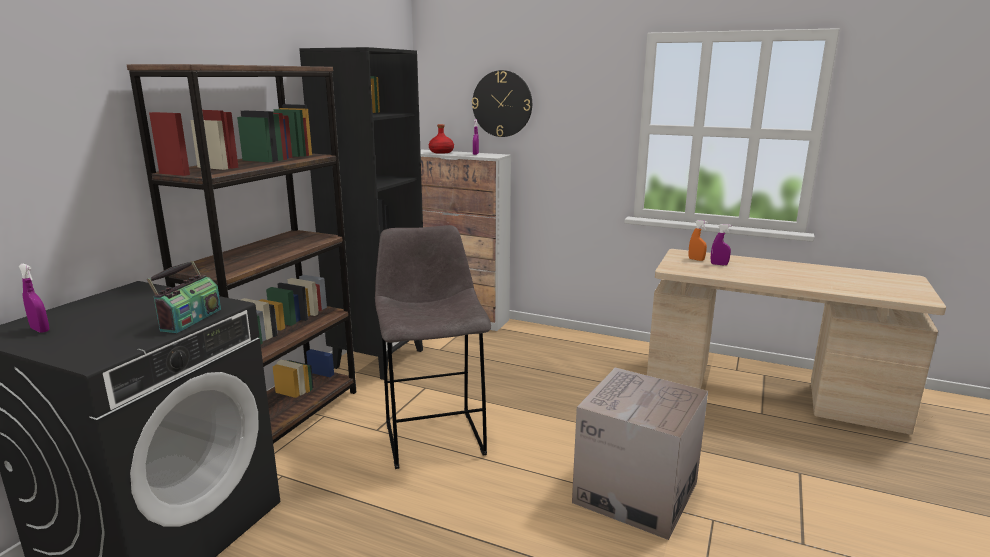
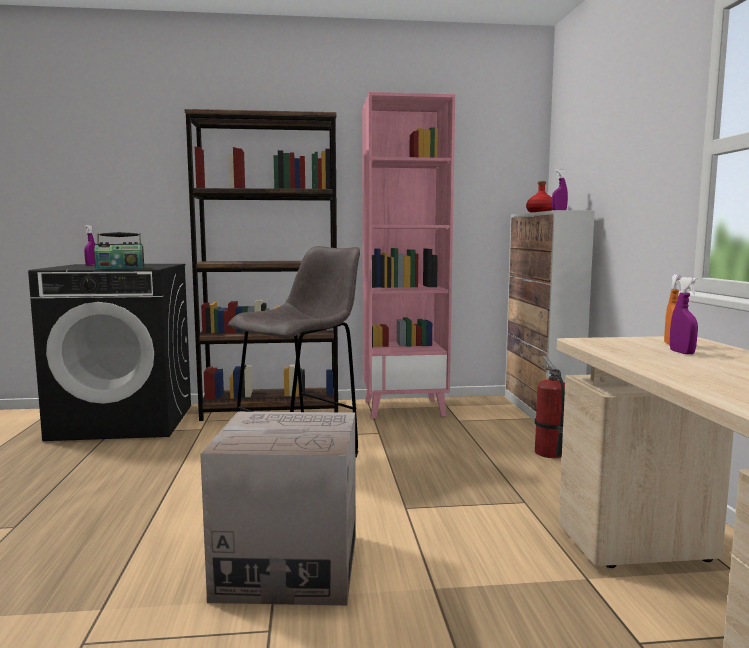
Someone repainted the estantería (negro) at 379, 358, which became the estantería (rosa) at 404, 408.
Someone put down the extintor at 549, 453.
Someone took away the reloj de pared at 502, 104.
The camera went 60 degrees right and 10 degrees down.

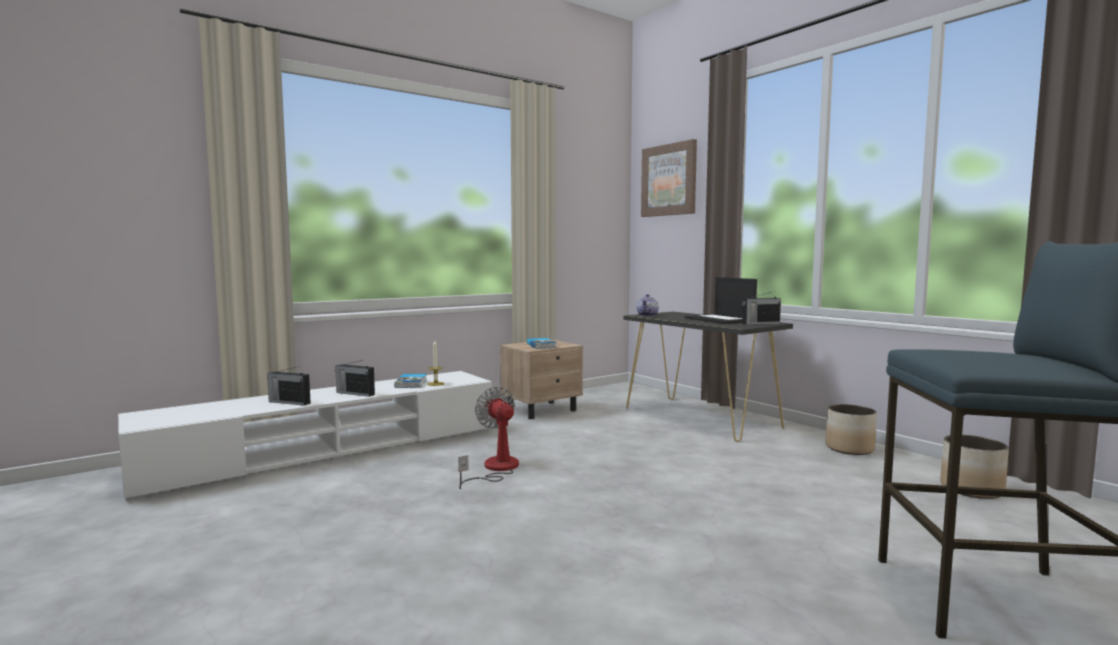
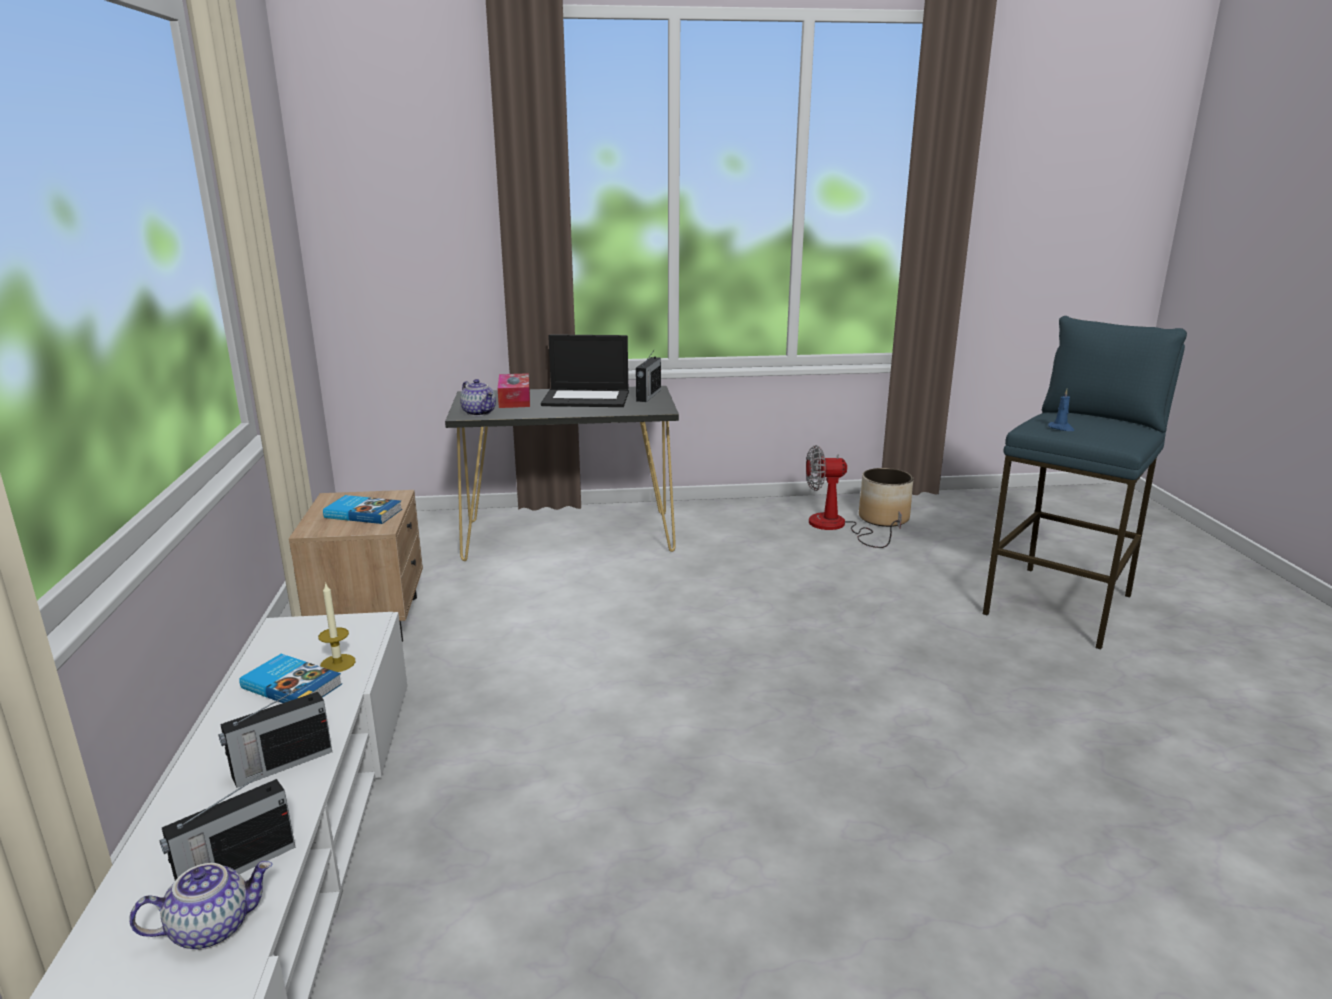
Someone put down the tetera at 212, 927.
Someone put down the caja de pañuelos at 514, 399.
Someone carried the ventilador from 495, 469 to 837, 527.
Someone put down the vela (azul) at 1061, 428.
Someone took away the cuadro at 669, 180.
Someone took away the maceta at 849, 448.
The camera went 60 degrees left and 15 degrees up.

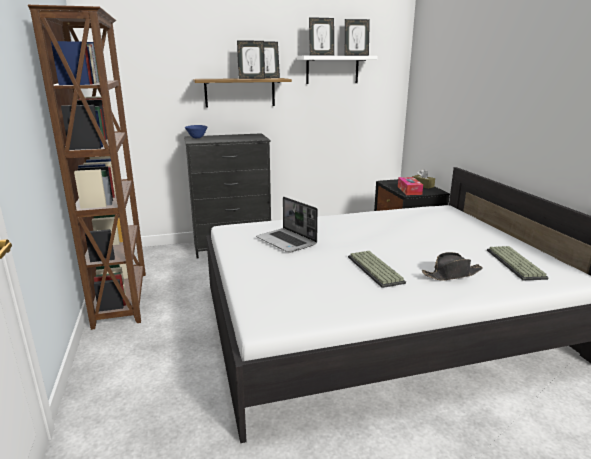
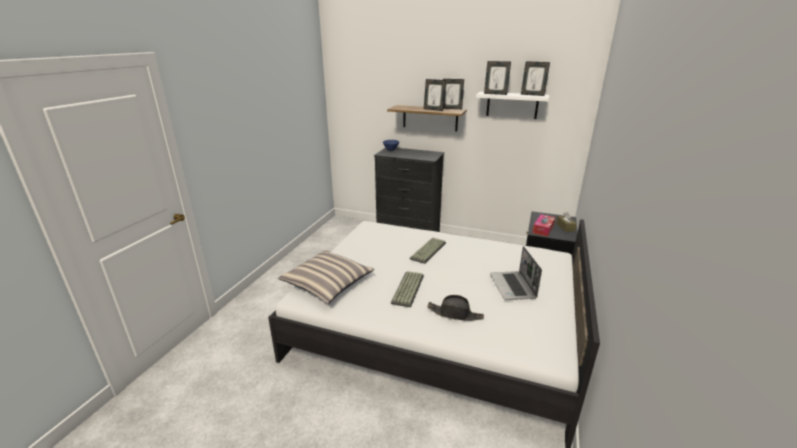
Someone put down the cojín at 327, 283.
Someone carried the teclado from 516, 264 to 428, 251.
Someone carried the portátil from 287, 241 to 513, 287.
Someone took away the estantería (marrón) at 122, 298.
The camera went 35 degrees right and 5 degrees up.

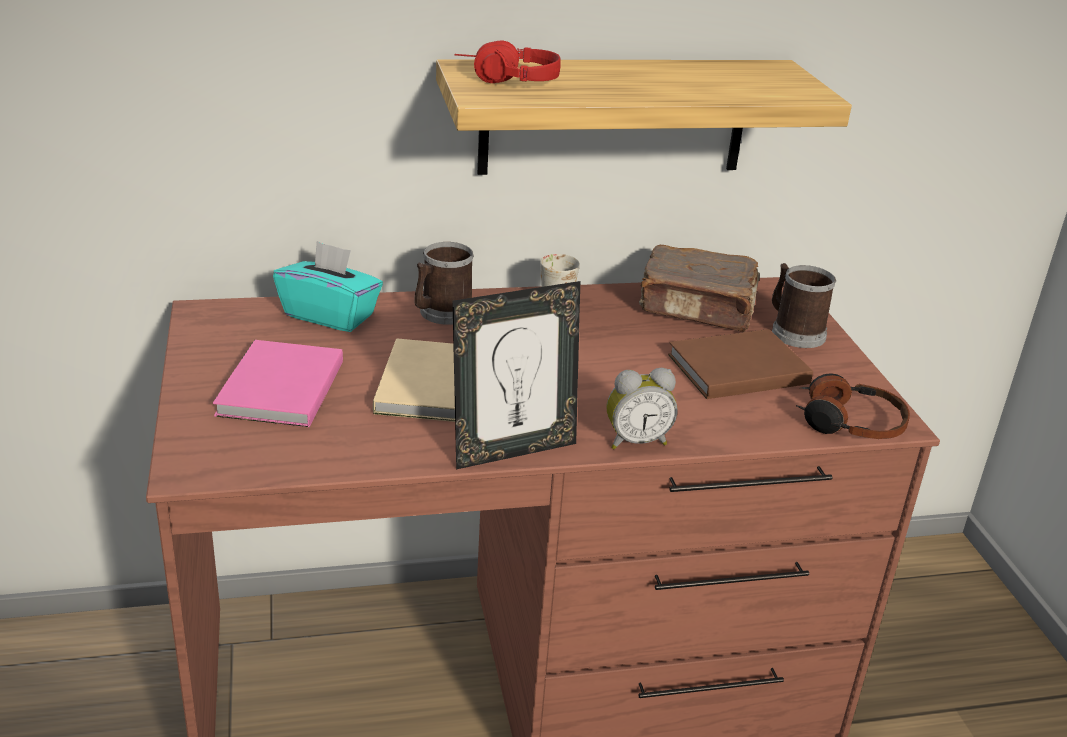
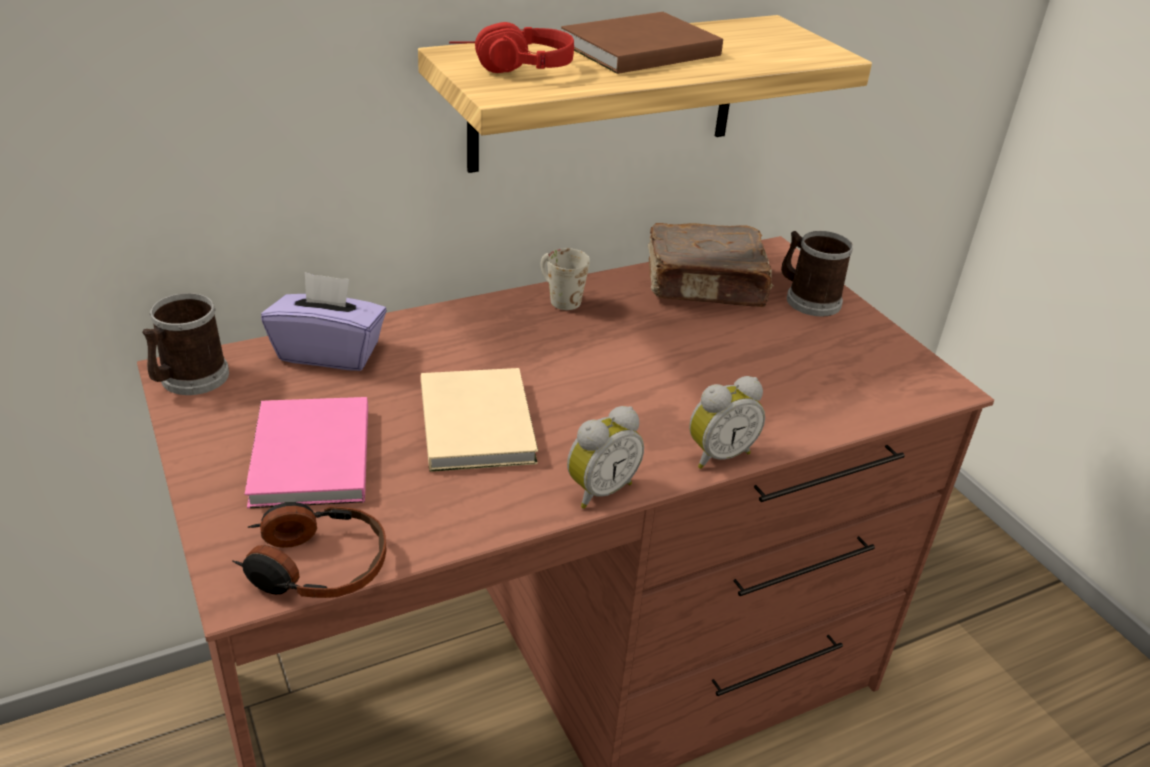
Someone carried the taza grande from 441, 313 to 188, 379.
Someone carried the auriculares from 849, 423 to 314, 566.
Someone repainted the caja de pañuelos (turquesa) at 330, 315, which became the caja de pañuelos (morado) at 329, 352.
Someone carried the libro (marrón) from 734, 368 to 636, 49.
Someone swapped the portarretratos at 513, 450 for the despertador at 599, 489.
The camera went 15 degrees left and 5 degrees up.

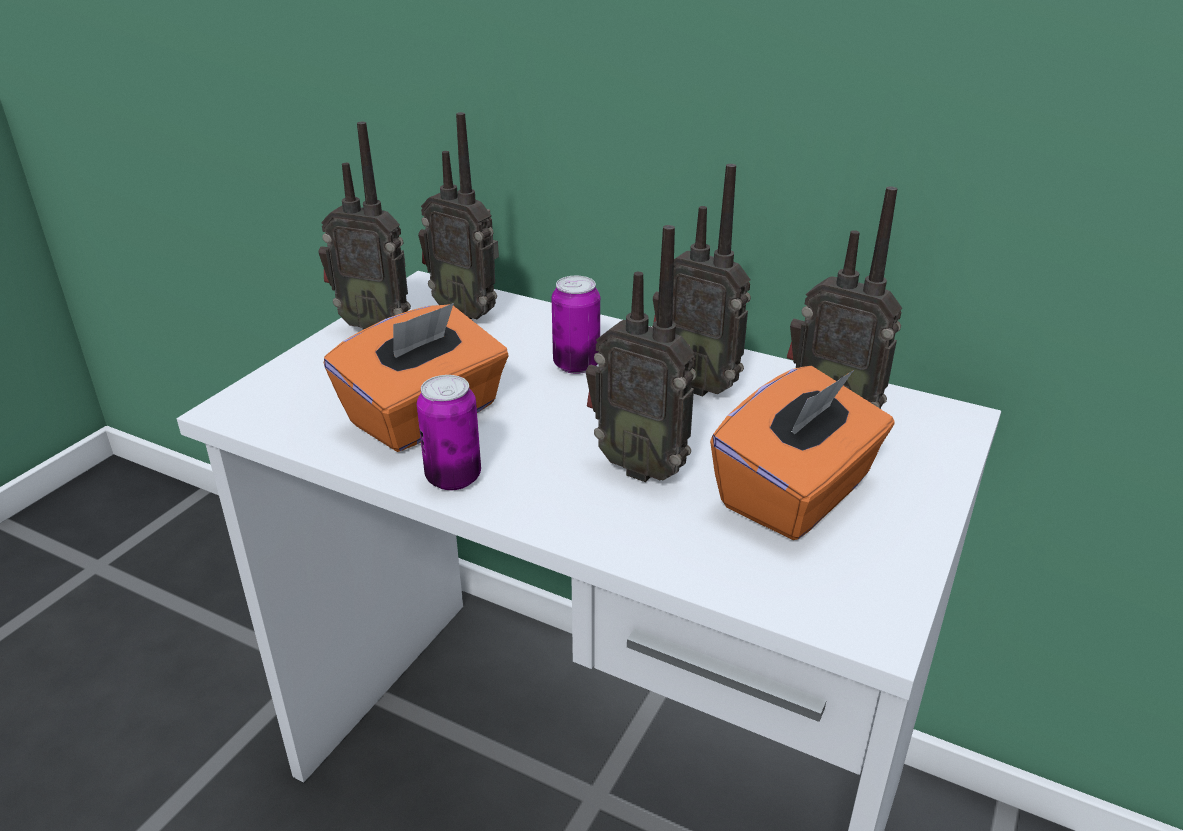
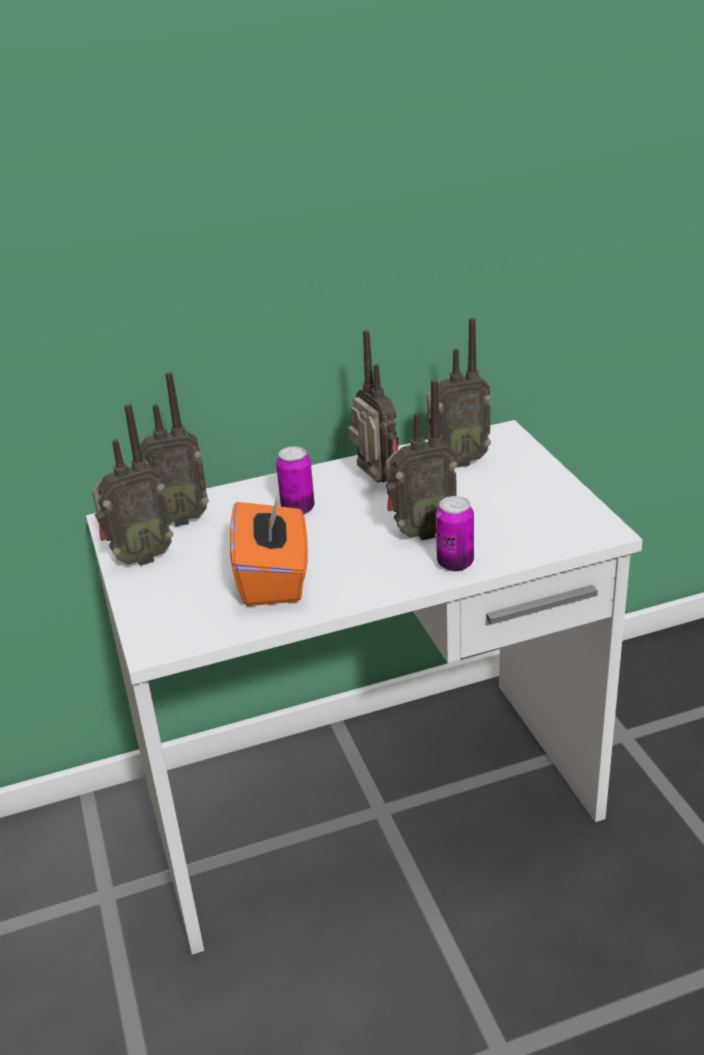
Someone rotated the radio at 698, 384 by 105 degrees counterclockwise.
Someone carried the lata from 453, 478 to 455, 563.
Someone took away the caja de pañuelos (naranja) at 797, 494.
The camera went 45 degrees left and 0 degrees up.

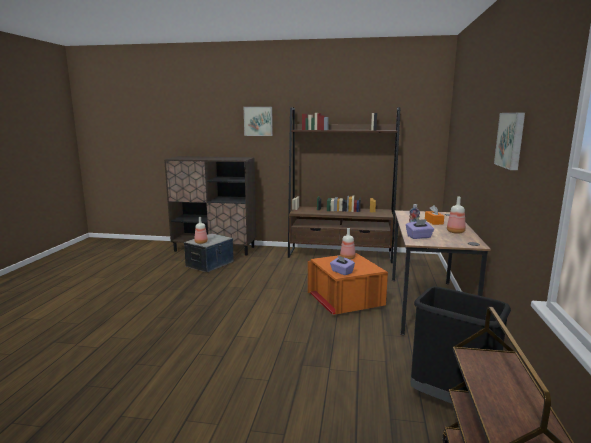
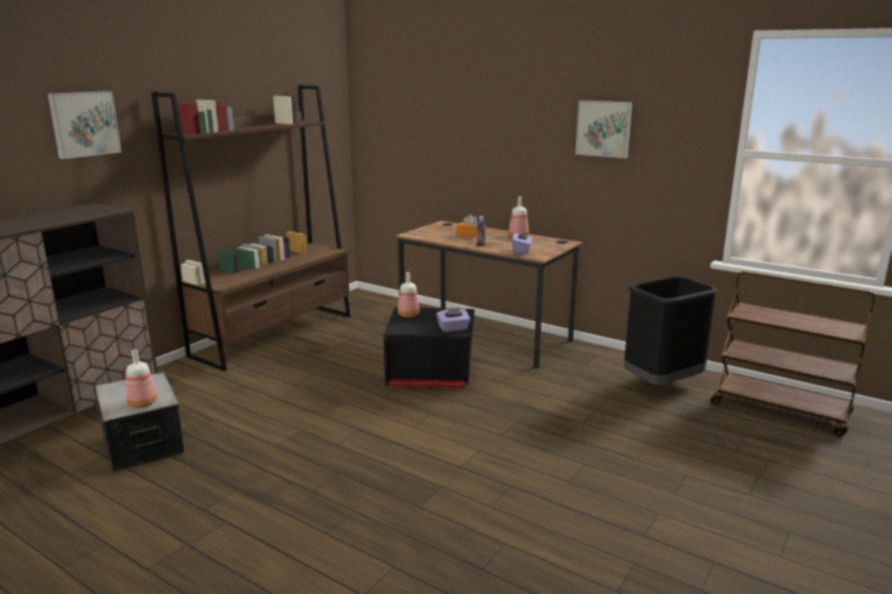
Someone repainted the caja de almacenaje (naranja) at 344, 301, which became the caja de almacenaje (negro) at 430, 373.
The camera went 65 degrees left and 5 degrees up.

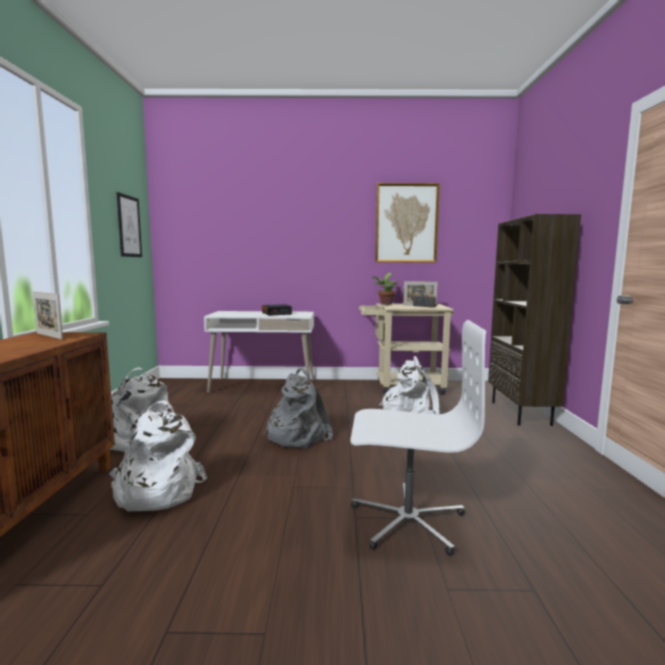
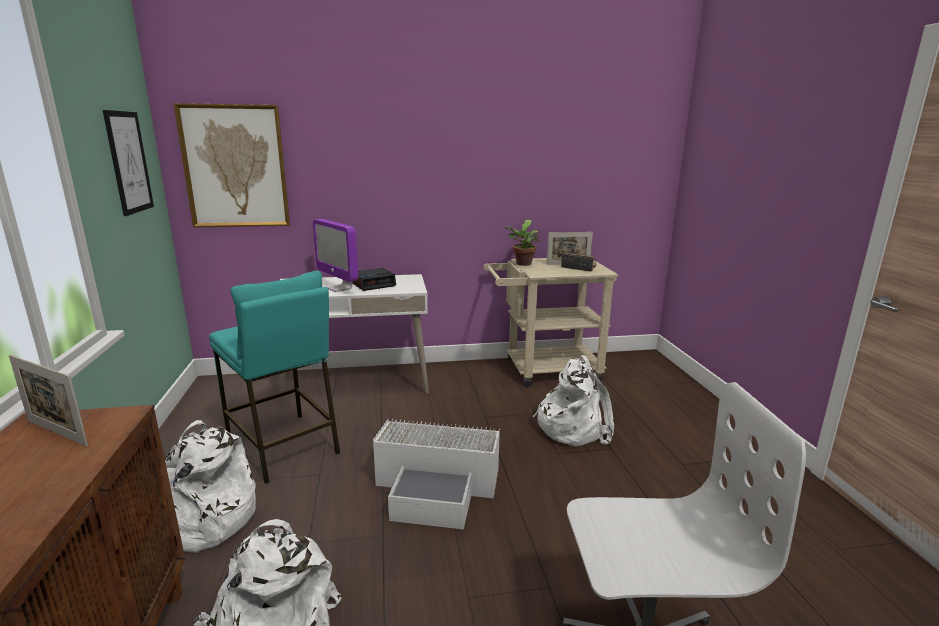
Someone carried the cuadro from 406, 223 to 235, 167.
Someone put down the taburete (turquesa) at 283, 447.
Someone put down the monitor at 339, 288.
Someone swapped the mochila (gris) at 296, 436 for the caja de almacenaje (blanco) at 438, 486.
Someone took away the estantería (marrón) at 521, 413.
The camera went 10 degrees left and 10 degrees up.

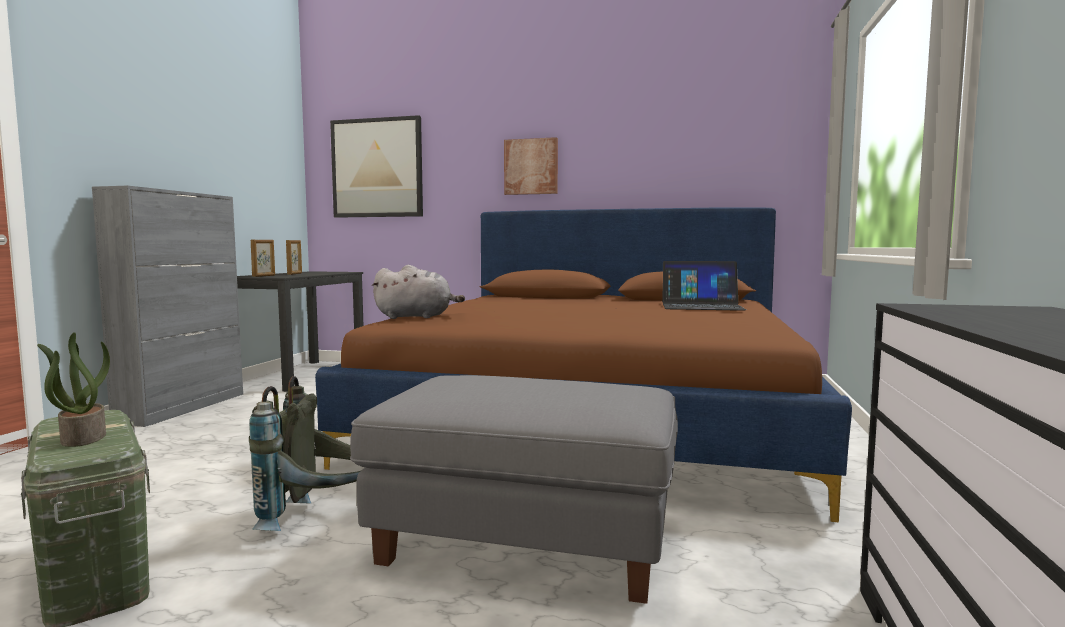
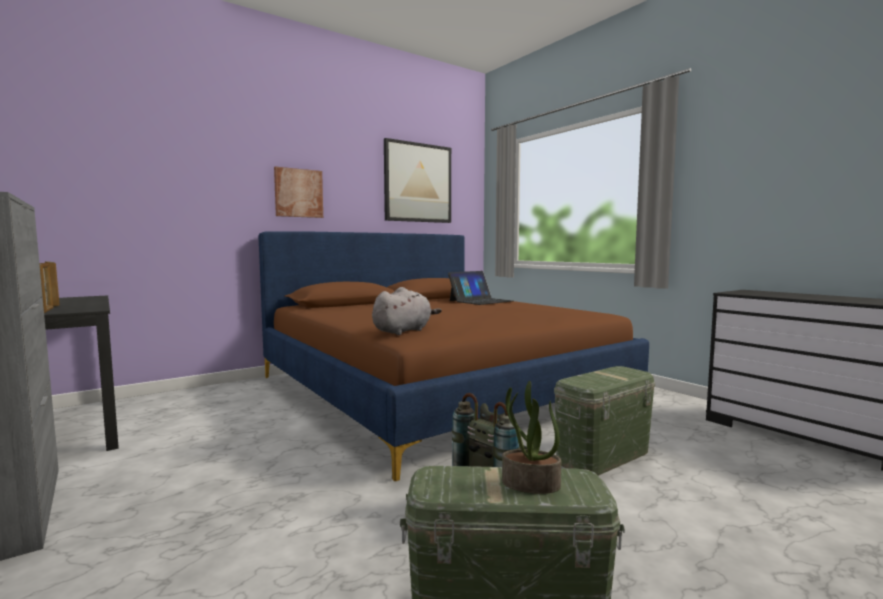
Someone carried the cuadro from 377, 168 to 418, 183.
Someone swapped the puf (gris) at 528, 539 for the caja de almacenaje (verde) at 602, 456.
The camera went 50 degrees left and 0 degrees up.

